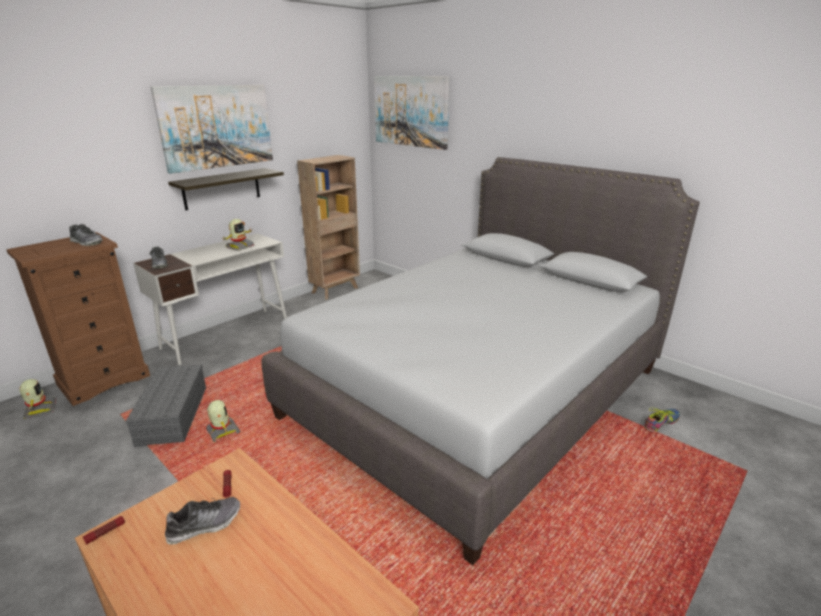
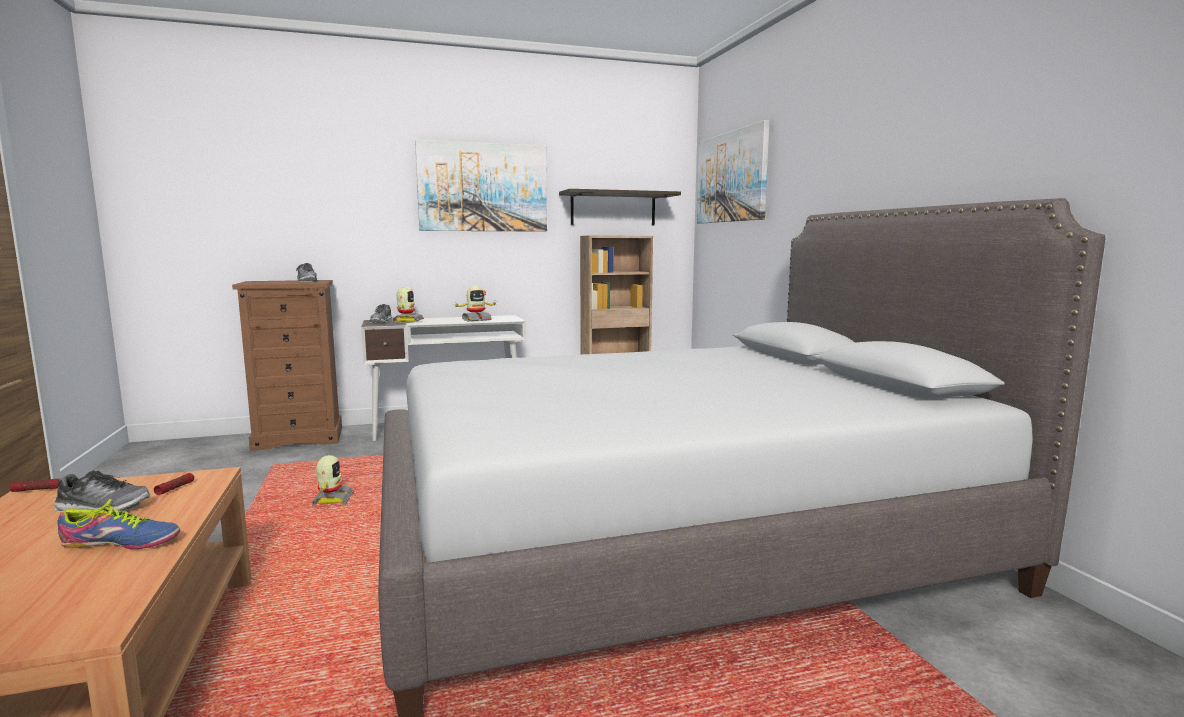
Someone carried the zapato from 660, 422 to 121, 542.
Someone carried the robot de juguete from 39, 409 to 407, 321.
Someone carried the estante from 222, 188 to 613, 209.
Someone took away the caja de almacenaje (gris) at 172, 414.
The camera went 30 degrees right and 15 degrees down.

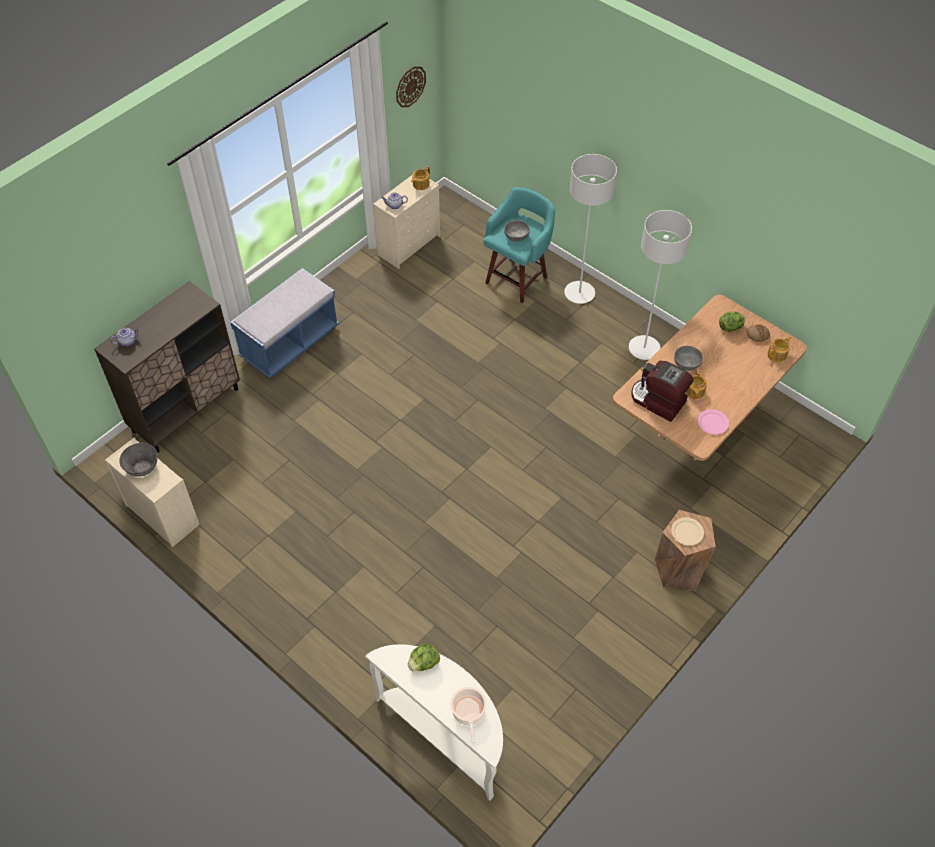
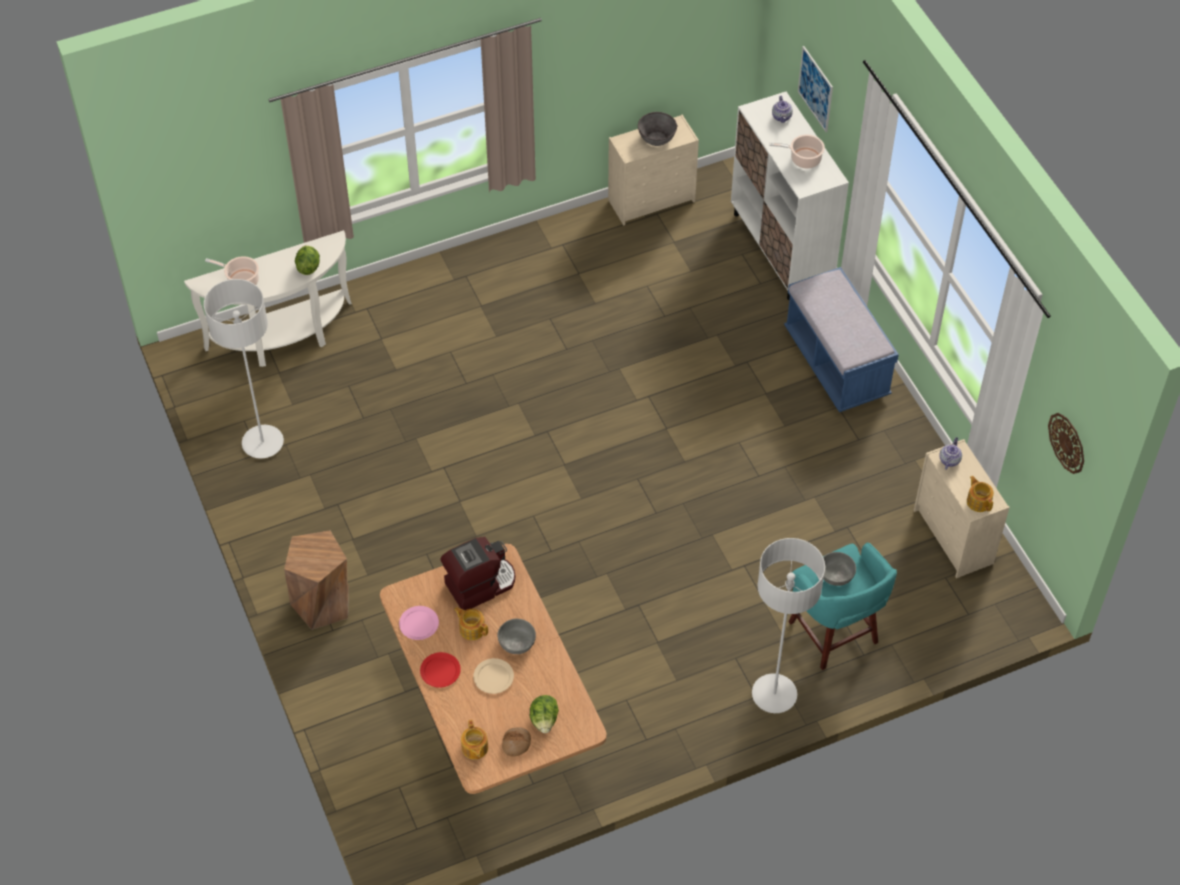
Someone carried the lámpara de pie (gris) from 644, 348 to 263, 443.
Someone put down the plato (rojo) at 440, 671.
Someone carried the plato (beis) from 687, 532 to 493, 677.
Someone repainted the armario (marrón) at 186, 409, which became the armario (blanco) at 781, 250.
Someone put down the olla at 803, 159.
Someone put up the cuadro at 815, 89.
The camera went 115 degrees right and 0 degrees up.

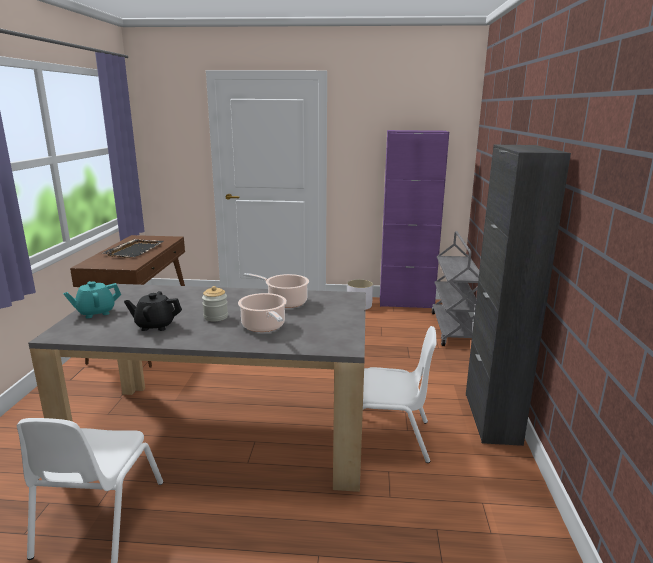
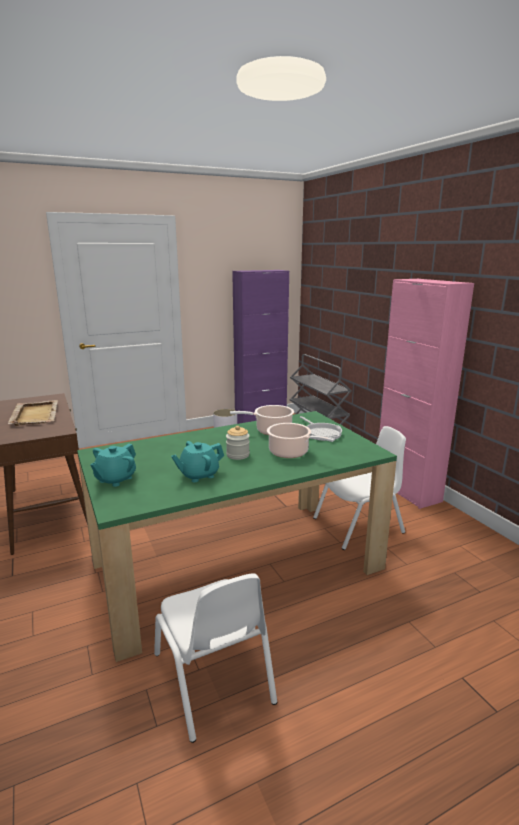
Someone repainted the bandeja (negro) at 135, 250, which became the bandeja (beis) at 35, 414.
Someone repainted the mesa de comedor (gris) at 226, 431, which became the mesa de comedor (verde) at 236, 564.
Someone repainted the tetera (negro) at 155, 325, which became the tetera (turquesa) at 198, 475.
Someone put down the sartén at 321, 433.
Someone repainted the armario (negro) at 492, 418, which became the armario (rosa) at 407, 490.
The camera went 30 degrees left and 0 degrees up.

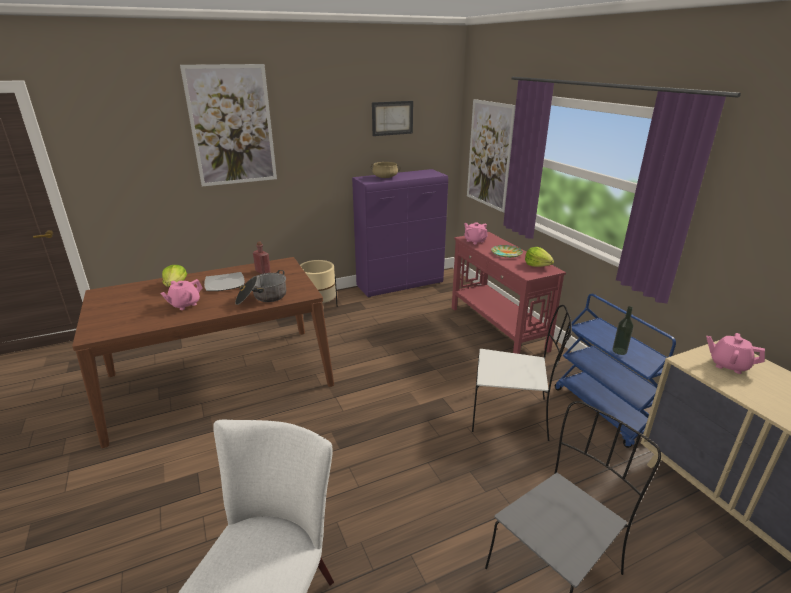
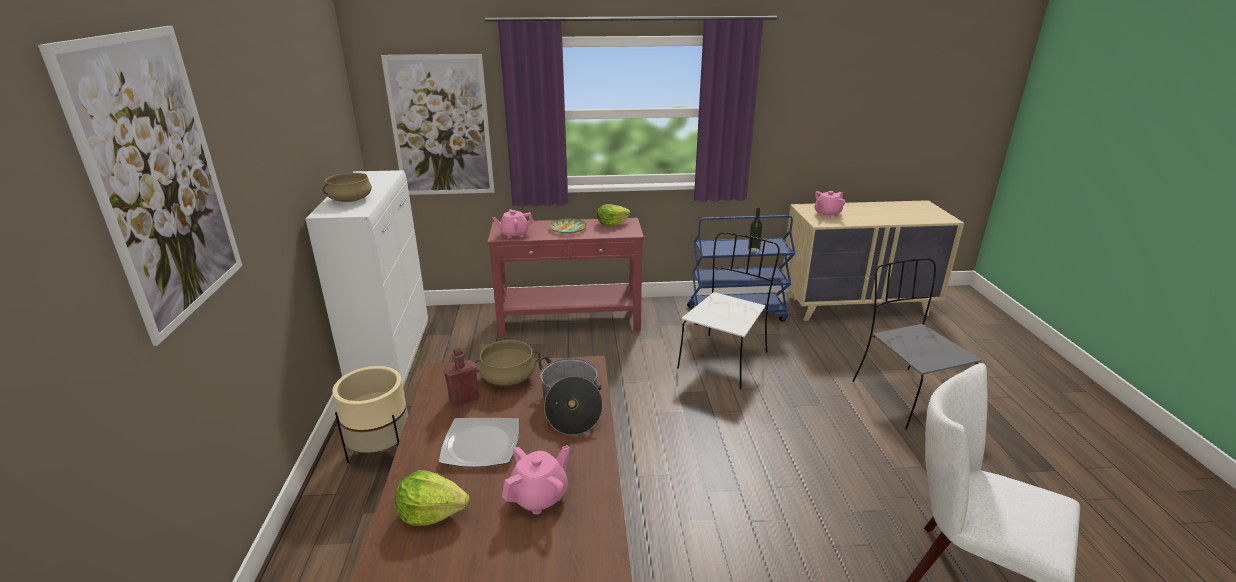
Someone repainted the armario (morado) at 400, 285, which became the armario (blanco) at 392, 358.
Someone put down the olla (beis) at 508, 378.
Someone rotated the tetera (rosa) at 184, 304 by 105 degrees counterclockwise.
Someone took away the cuadro at 392, 118.
The camera went 70 degrees left and 0 degrees up.

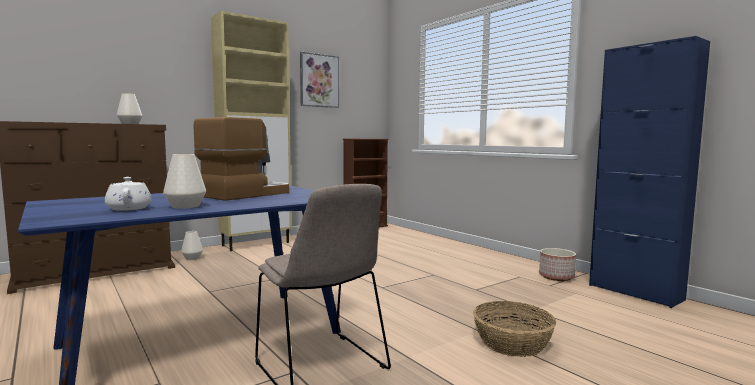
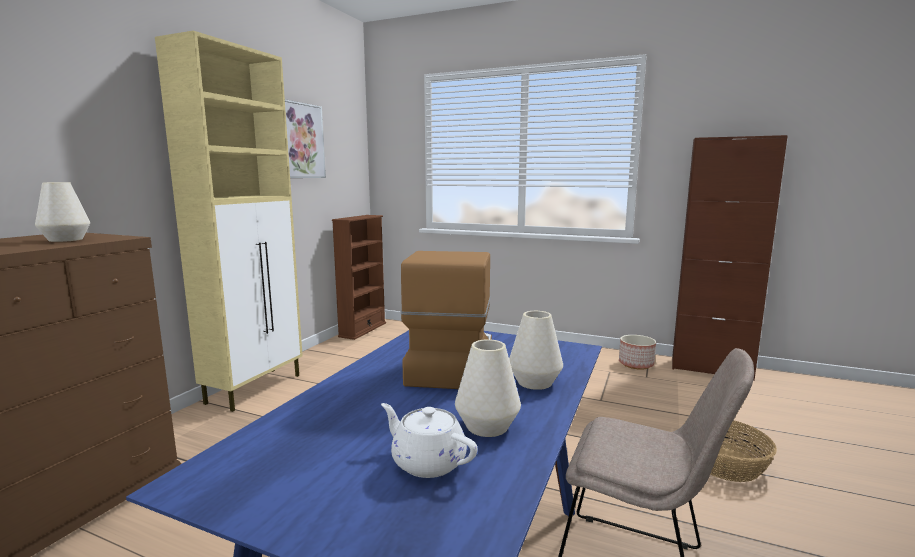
Someone carried the florero (blanco) from 192, 258 to 534, 382.
Someone repainted the armario (azul) at 635, 292, which became the armario (marrón) at 710, 369.
The camera went 30 degrees left and 5 degrees up.

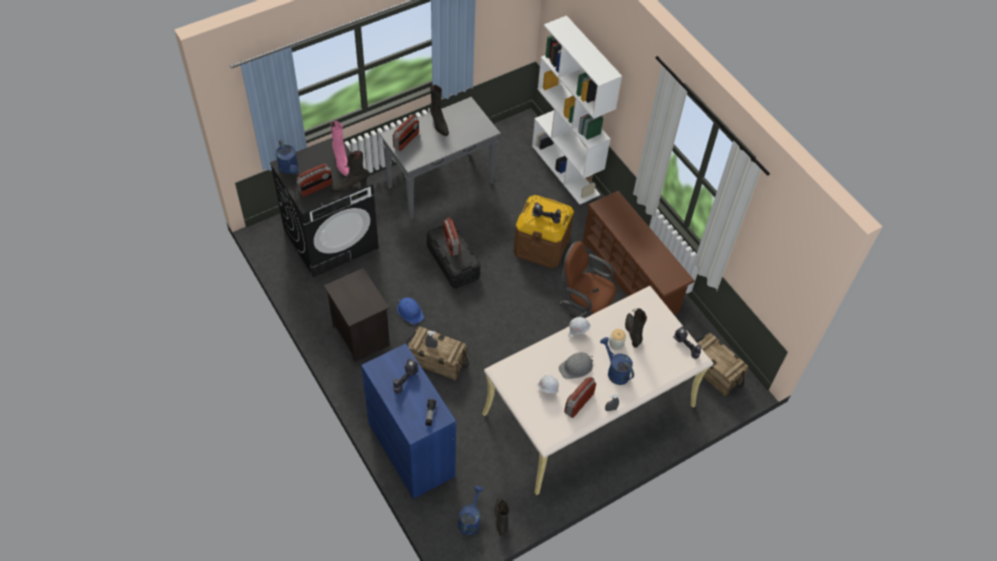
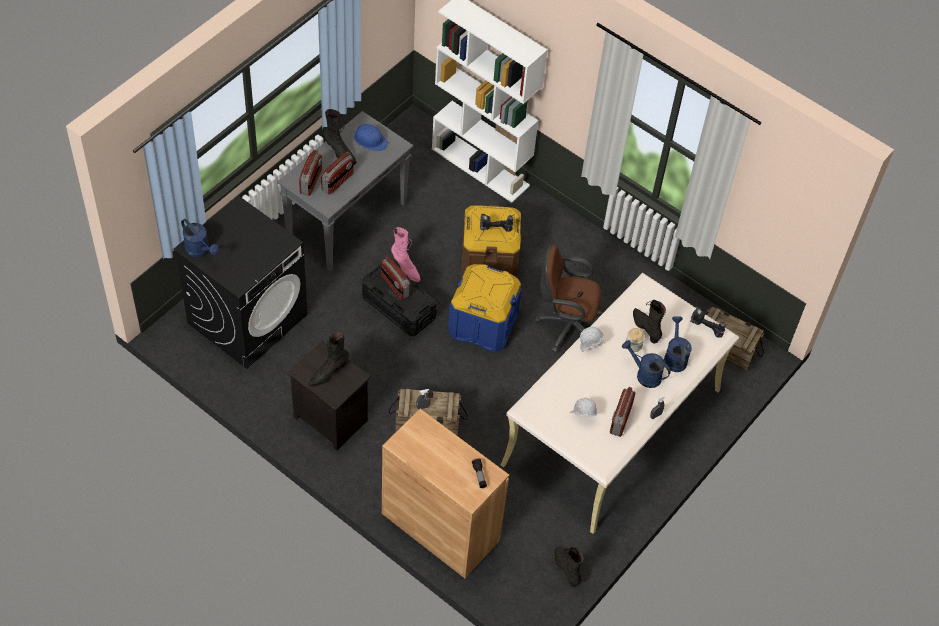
Someone carried the bota (negro) from 349, 186 to 328, 373.
Someone carried the radio from 315, 188 to 338, 182.
Someone carried the casco (azul) from 410, 311 to 370, 140.
Someone repainted the armario (azul) at 411, 449, which became the armario (marrón) at 440, 527.
Someone carried the bota (rosa) from 341, 162 to 405, 268.
Someone put down the caja de almacenaje (azul) at 483, 324.
Someone carried the regadera (azul) from 470, 520 to 674, 357.
Someone took away the taladro at 404, 379.
Someone took away the casco (gris) at 576, 367.
Someone took away the zapatero (marrón) at 631, 277.
The camera went 20 degrees left and 0 degrees up.

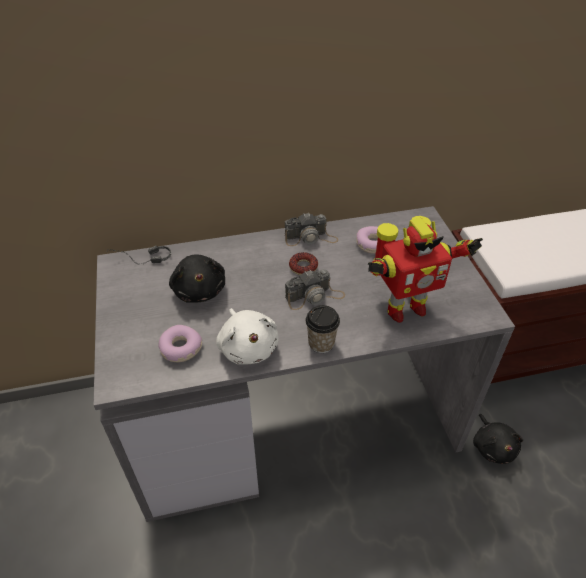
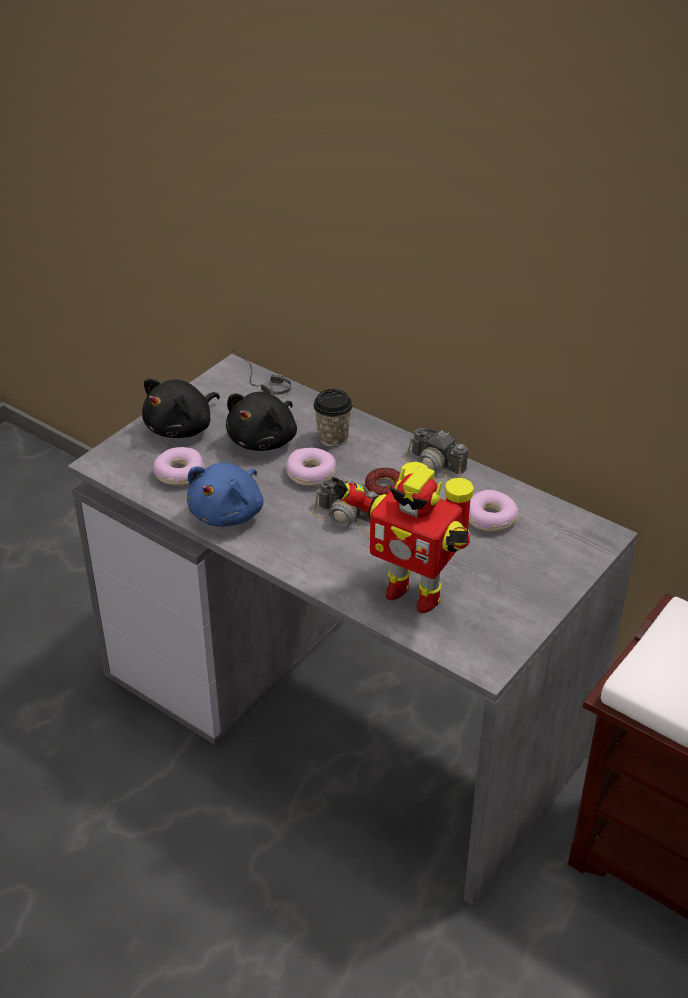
Someone carried the peluche (negro) from 493, 446 to 182, 428.
Someone repainted the peluche (blanco) at 248, 347, which became the peluche (azul) at 229, 513.
Someone put down the rosquilla at 311, 474.
Someone carried the taza from 321, 343 to 333, 438.
The camera went 50 degrees right and 5 degrees down.

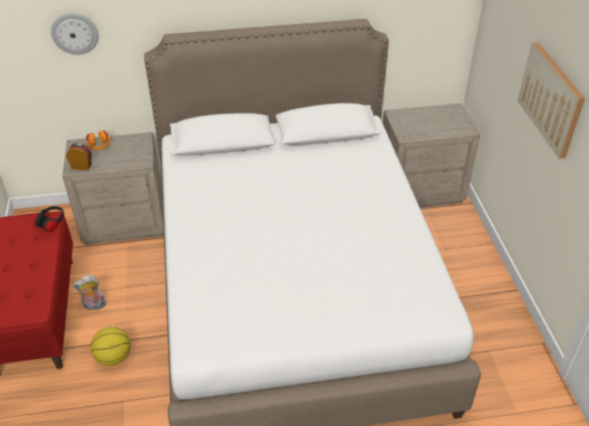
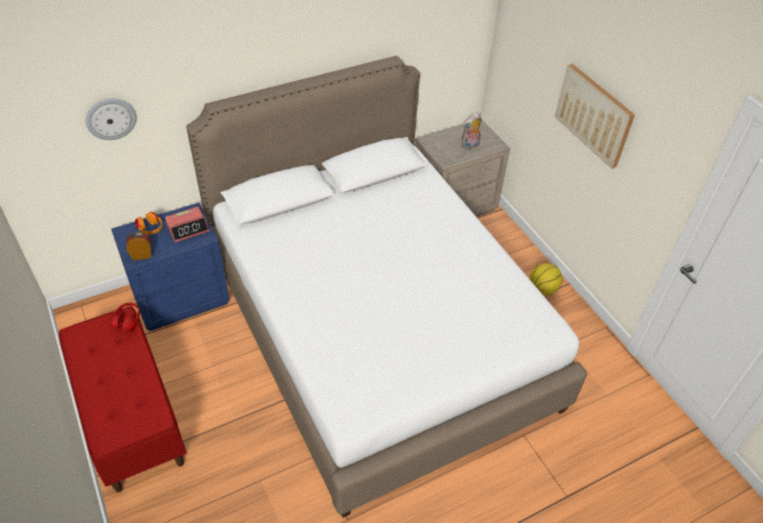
Someone repainted the mesita de noche (beis) at 124, 222, which became the mesita de noche (azul) at 181, 298.
Someone repainted the auriculares (negro) at 51, 224, which became the auriculares (rojo) at 128, 322.
Someone put down the despertador at 188, 228.
Someone carried the peluche from 94, 306 to 470, 145.
Someone carried the balón de baloncesto from 113, 357 to 542, 289.
The camera went 20 degrees left and 5 degrees up.

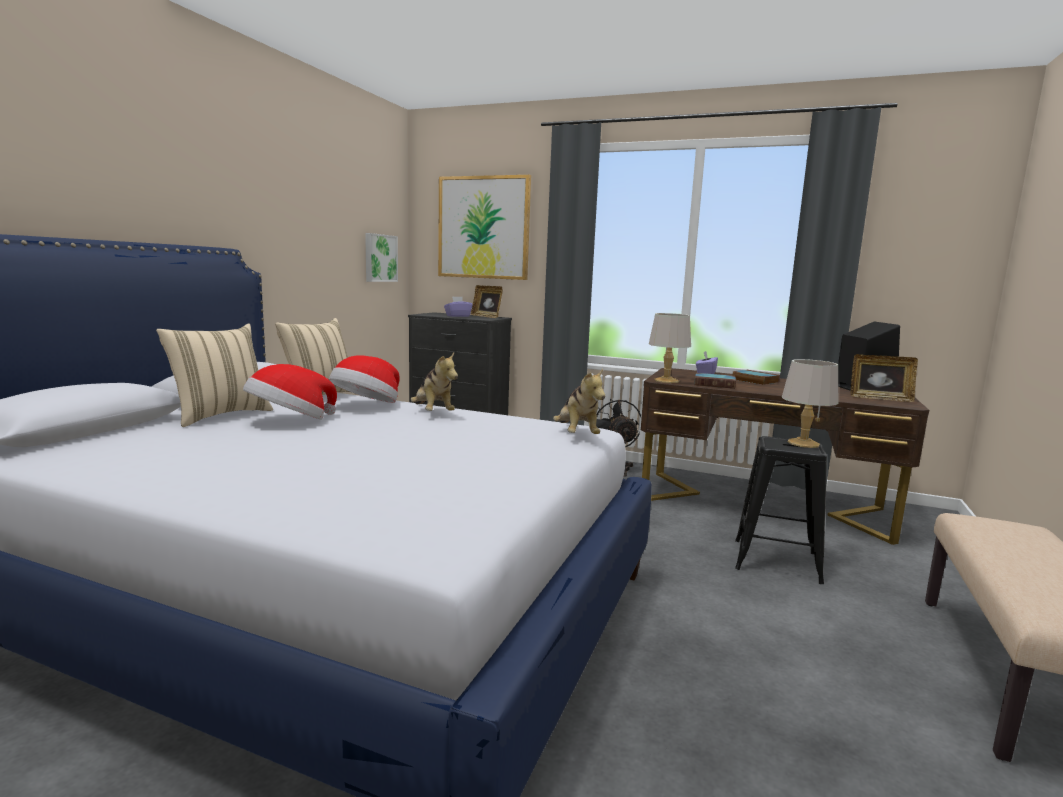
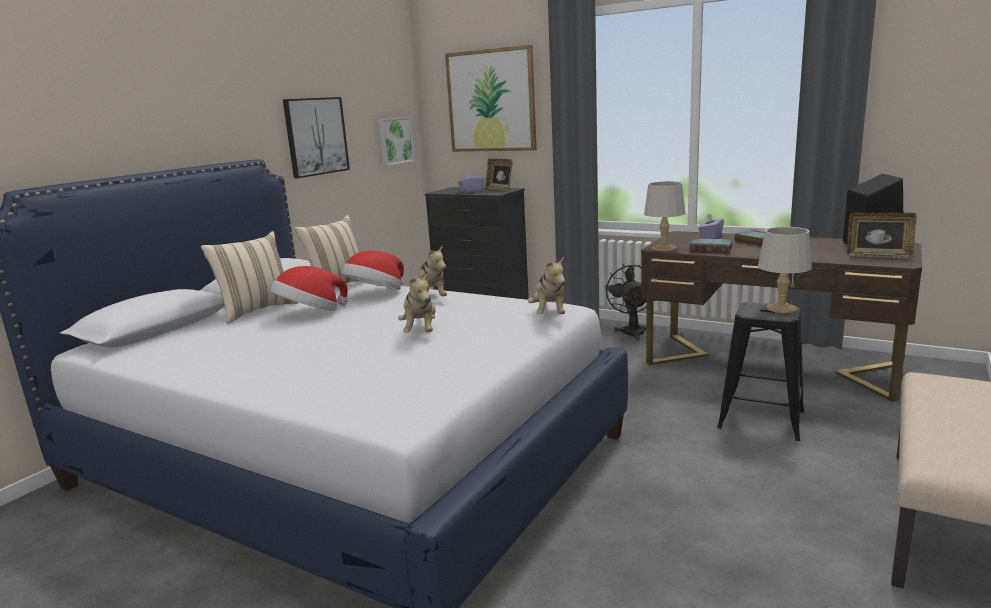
Someone put up the cuadro at 316, 136.
Someone put down the peluche at 421, 331.
The camera went 10 degrees right and 5 degrees up.

